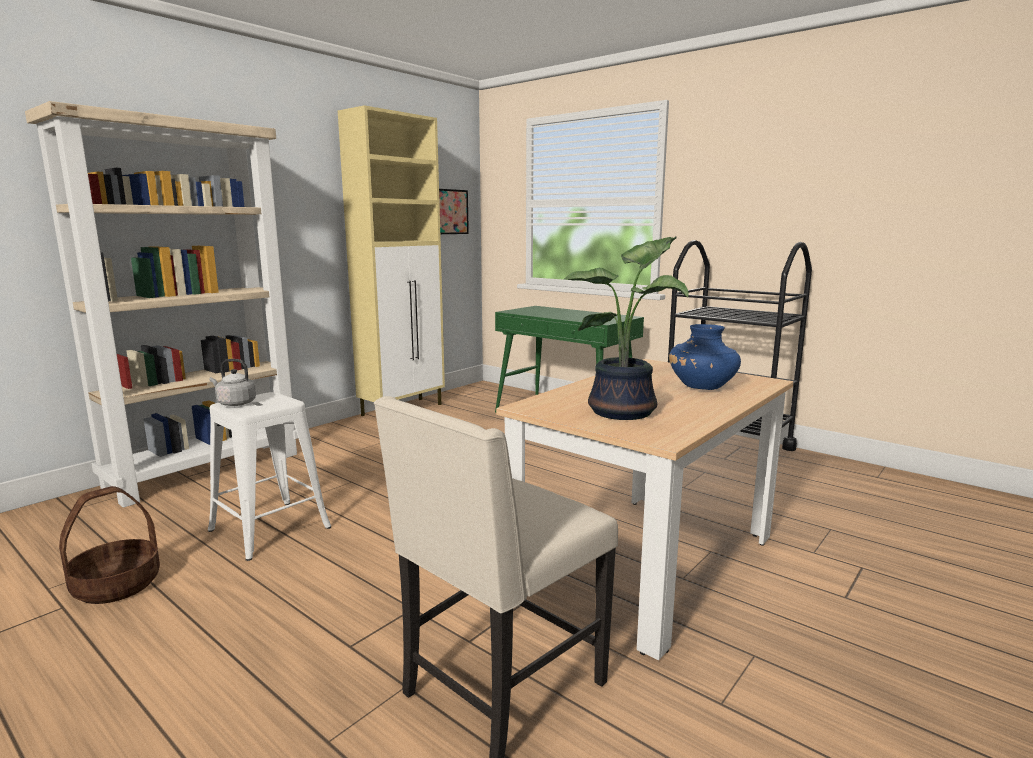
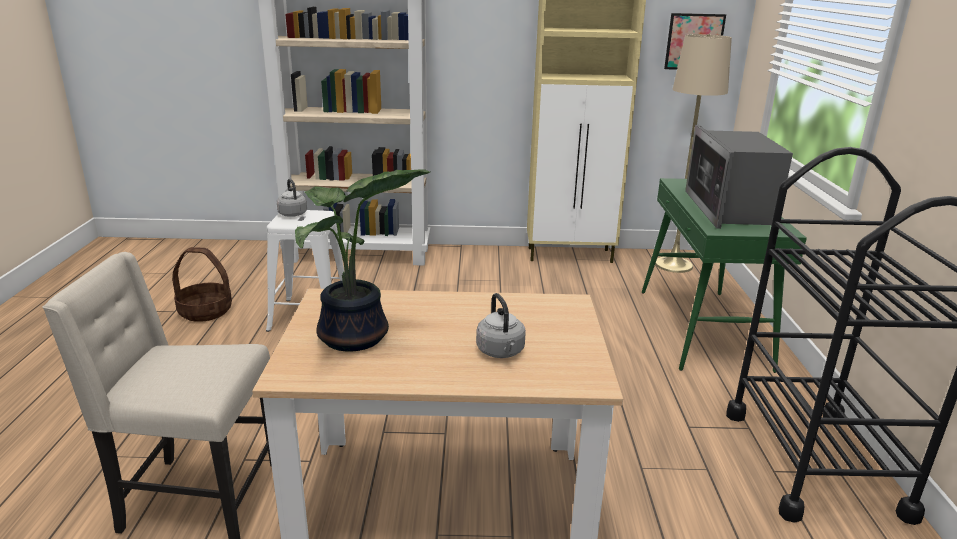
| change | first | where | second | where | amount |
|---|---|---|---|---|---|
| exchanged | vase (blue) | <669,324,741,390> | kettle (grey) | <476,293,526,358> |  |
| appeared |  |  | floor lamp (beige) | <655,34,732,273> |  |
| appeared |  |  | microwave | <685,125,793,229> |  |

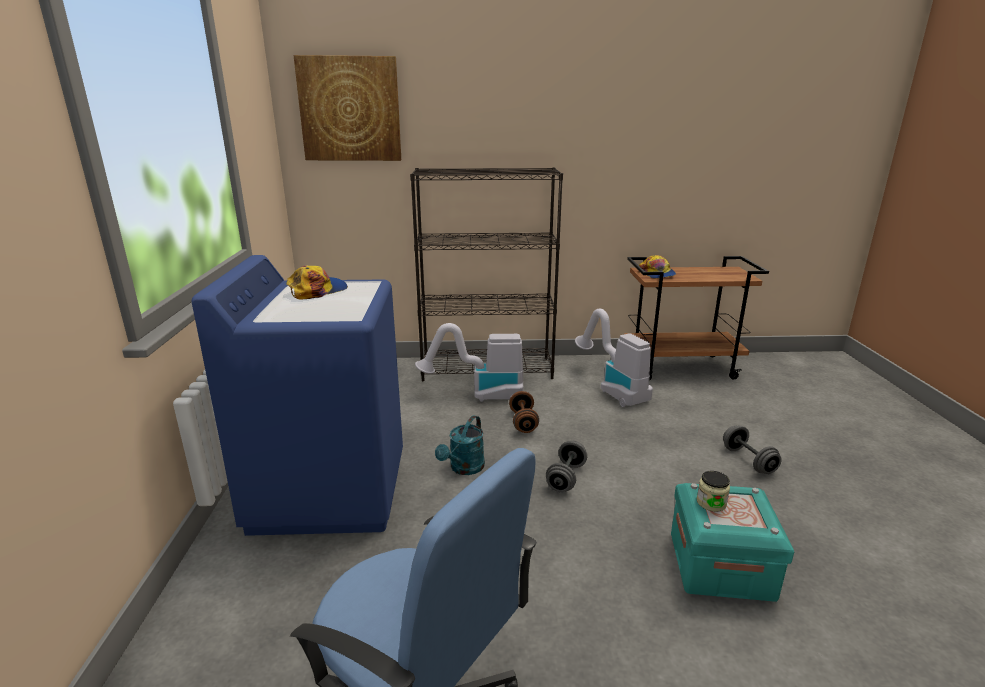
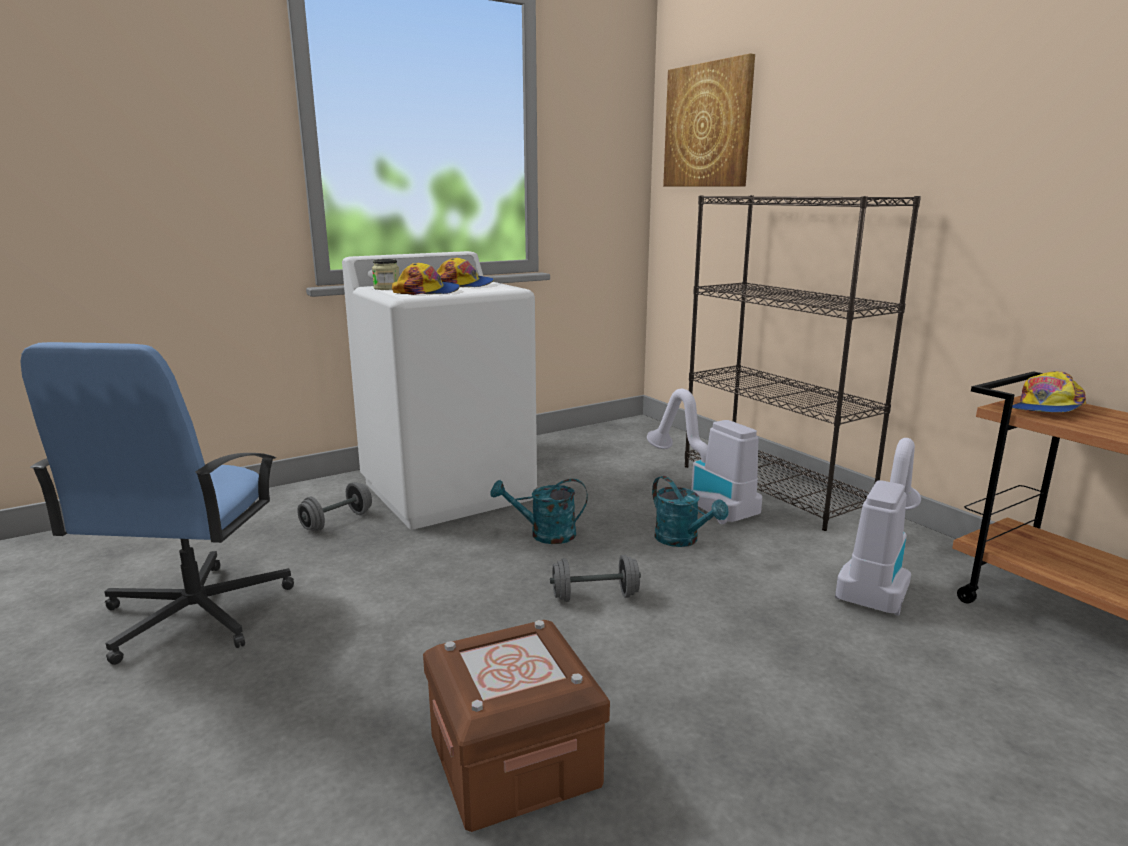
| change | first | where | second | where | amount |
|---|---|---|---|---|---|
| colour | washing machine (blue) | <192,255,403,536> | washing machine (white) | <342,251,537,530> |  |
| exchanged | dumbbell (brown) | <509,391,539,433> | watering can (turquoise) | <652,476,728,547> |  |
| relocated | dumbbell (grey) | <723,425,782,474> |  | <297,482,372,531> |  |
| relocated | jar | <697,471,730,512> |  | <372,259,399,290> |  |
| colour | storage box (turquoise) | <671,483,794,602> | storage box (brown) | <423,620,610,832> |  |
| appeared |  |  | cap | <392,263,460,295> |  |

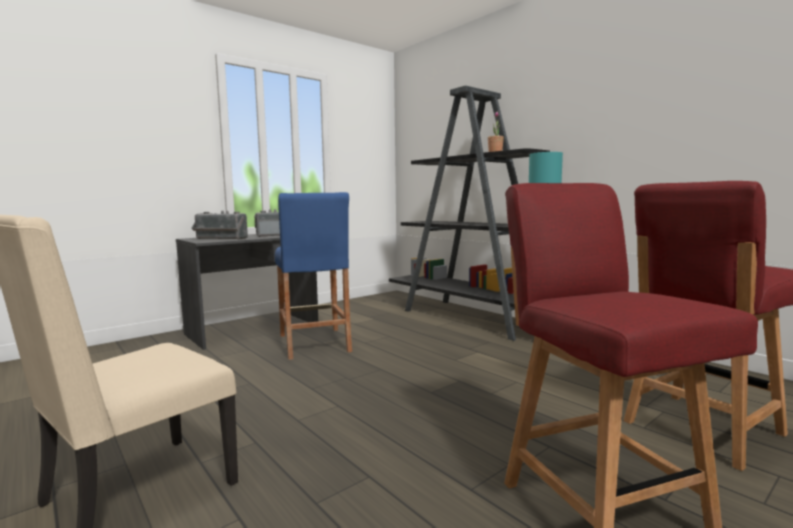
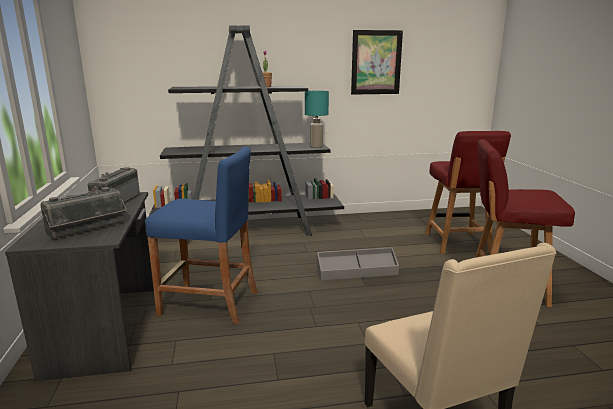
| change | first | where | second | where | amount |
|---|---|---|---|---|---|
| appeared |  |  | picture | <351,30,403,95> |  |
| appeared |  |  | storage box (grey) | <317,247,399,281> |  |

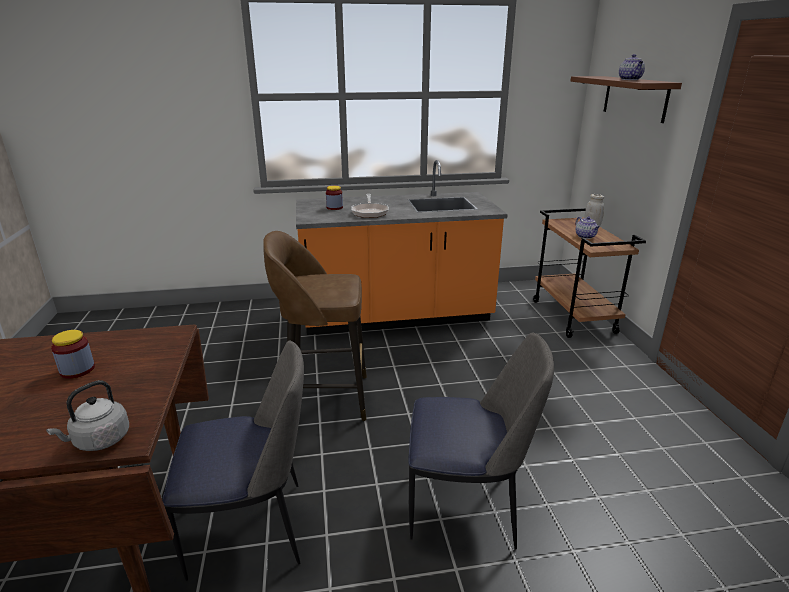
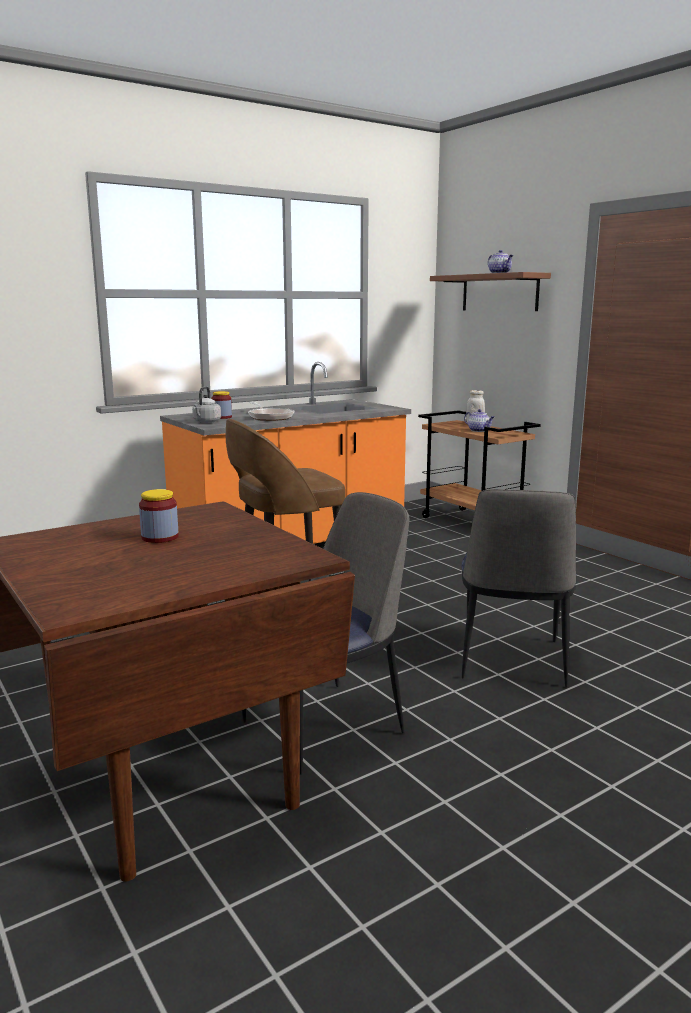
| change | first | where | second | where | amount |
|---|---|---|---|---|---|
| spun | chair | <408,333,554,550> |  | <461,489,576,687> | 120 degrees clockwise |
| relocated | kettle (grey) | <46,380,129,451> |  | <192,386,221,423> |  |

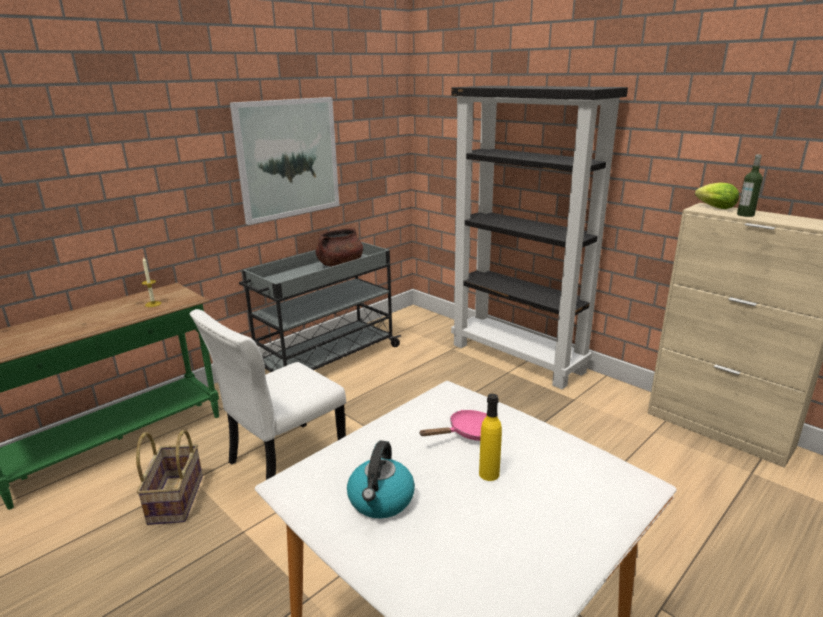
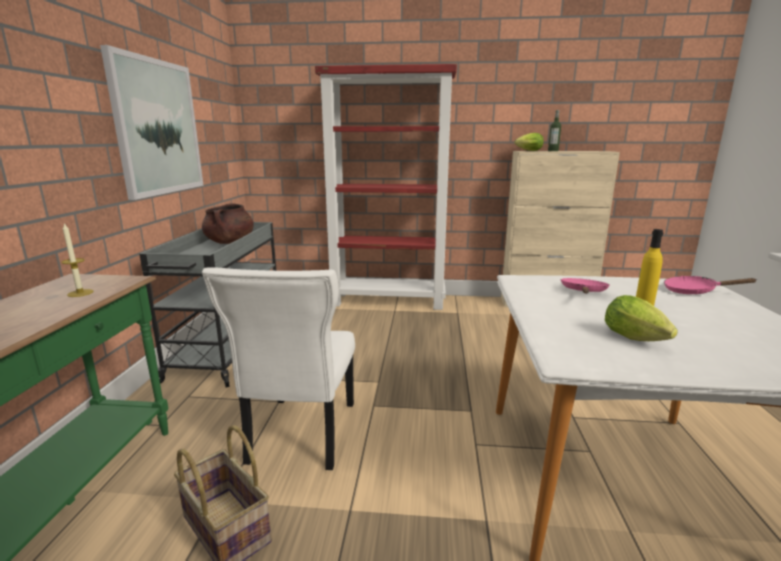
| change | first | where | second | where | amount |
|---|---|---|---|---|---|
| colour | bookcase (black) | <451,86,628,389> | bookcase (red) | <315,64,457,310> |  |
| exchanged | kettle | <347,440,415,519> | lettuce | <605,295,678,341> |  |
| appeared |  |  | frying pan (pink) | <664,276,756,294> |  |

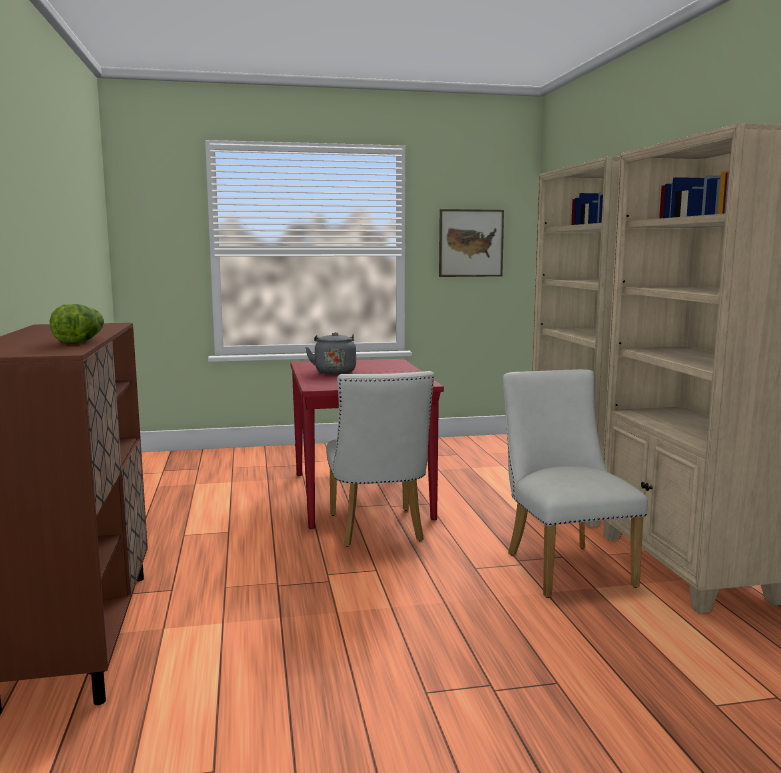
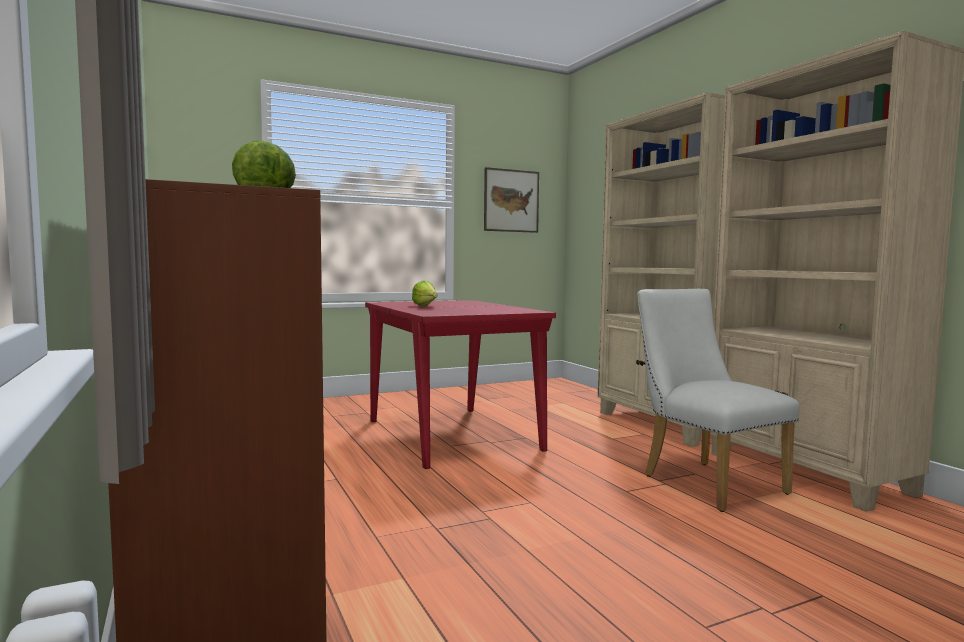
| change | first | where | second | where | amount |
|---|---|---|---|---|---|
| exchanged | kettle (grey) | <305,332,356,374> | lettuce | <412,280,437,306> |  |
| missing | chair (white) | <326,371,434,547> |  |  |  |

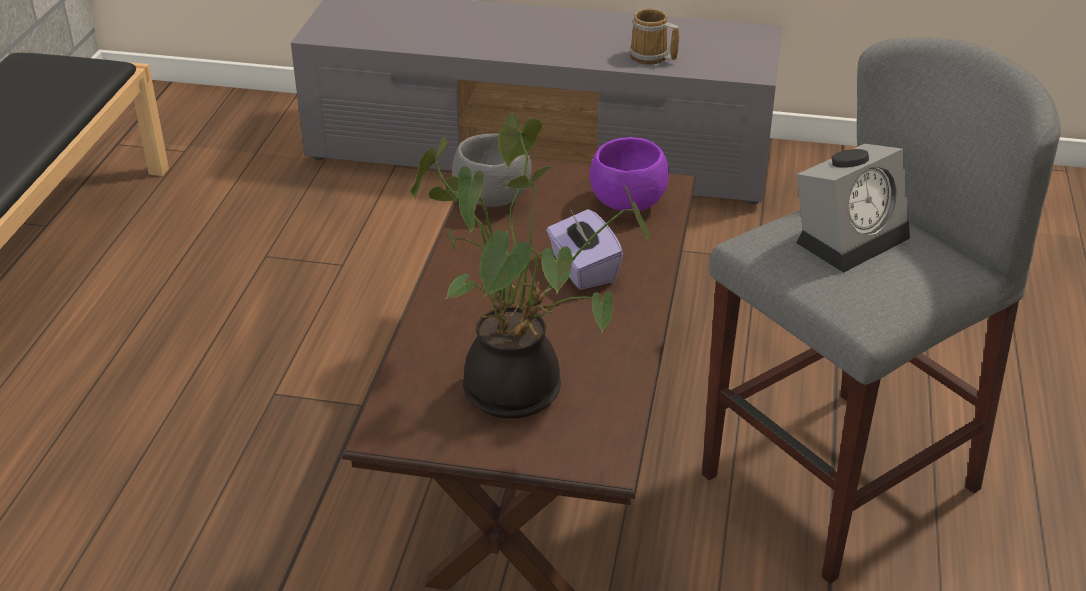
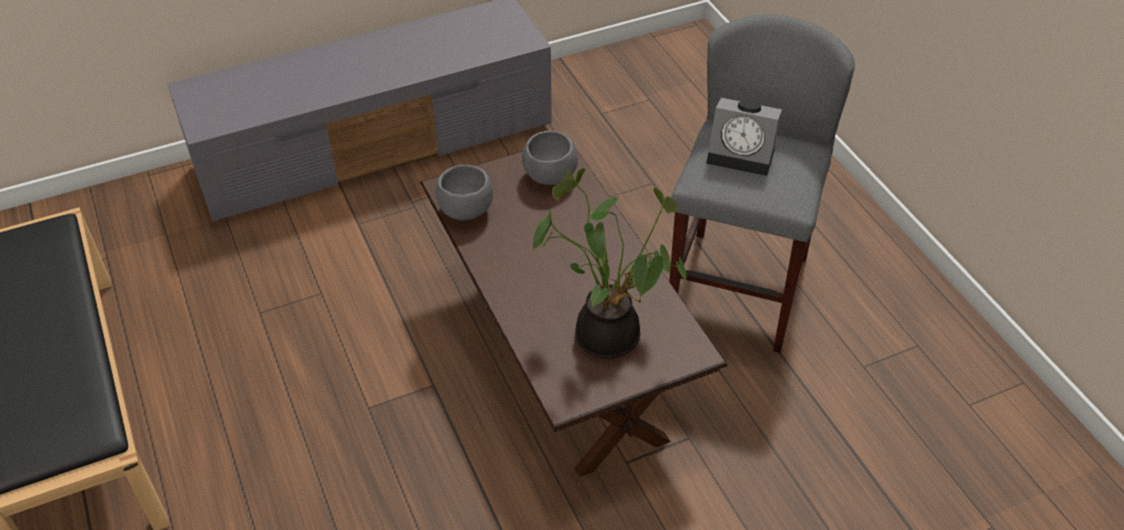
| change | first | where | second | where | amount |
|---|---|---|---|---|---|
| missing | mug | <630,9,679,65> |  |  |  |
| colour | bowl (purple) | <590,137,669,212> | bowl (grey) | <522,131,578,185> |  |
| spun | alarm clock | <797,144,910,273> |  | <707,98,782,176> | 90 degrees clockwise |
| missing | tissue box (purple) | <546,209,623,290> |  |  |  |

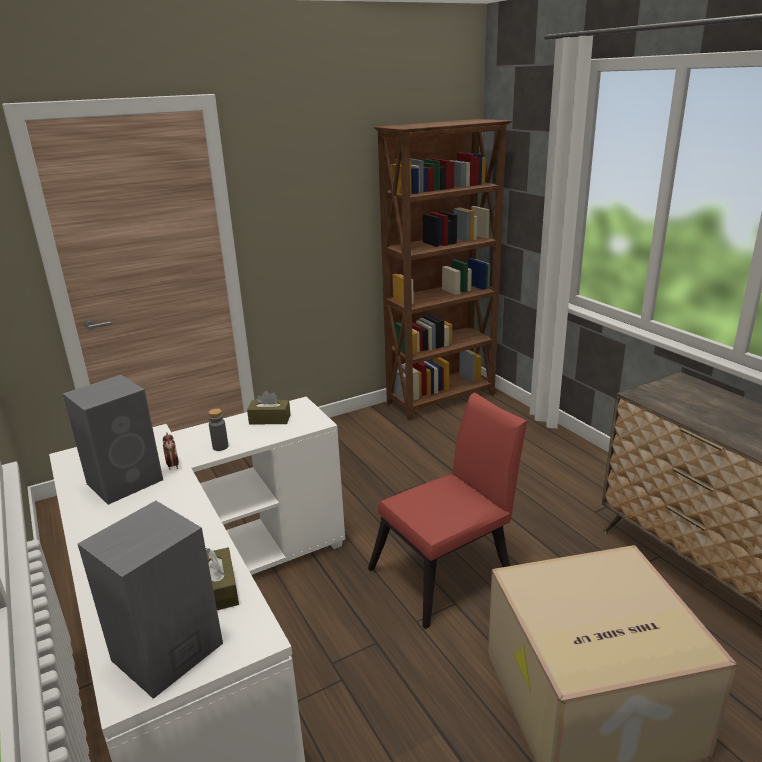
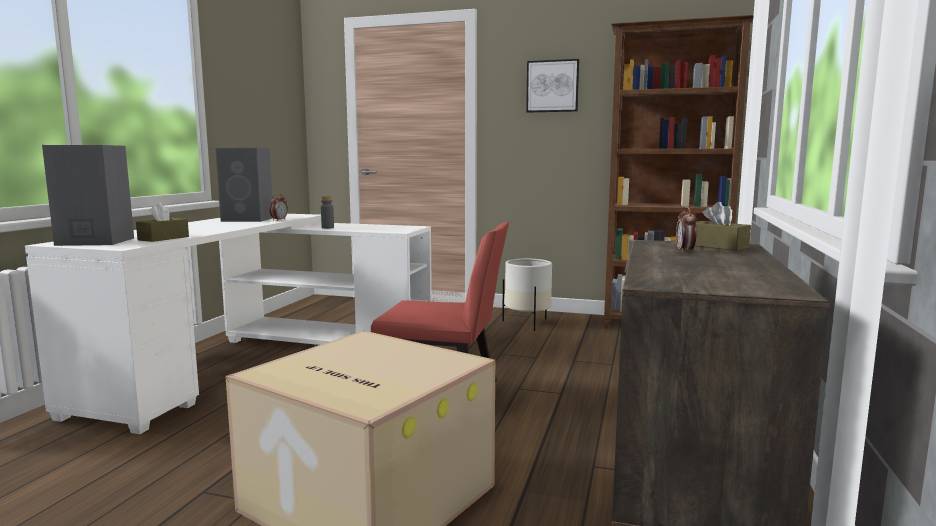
| change | first | where | second | where | amount |
|---|---|---|---|---|---|
| relocated | tissue box (brown) | <247,391,291,424> |  | <695,202,751,251> |  |
| appeared |  |  | picture | <526,59,579,113> |  |
| appeared |  |  | alarm clock | <676,207,697,253> |  |
| appeared |  |  | planter (white) | <502,259,552,331> |  |

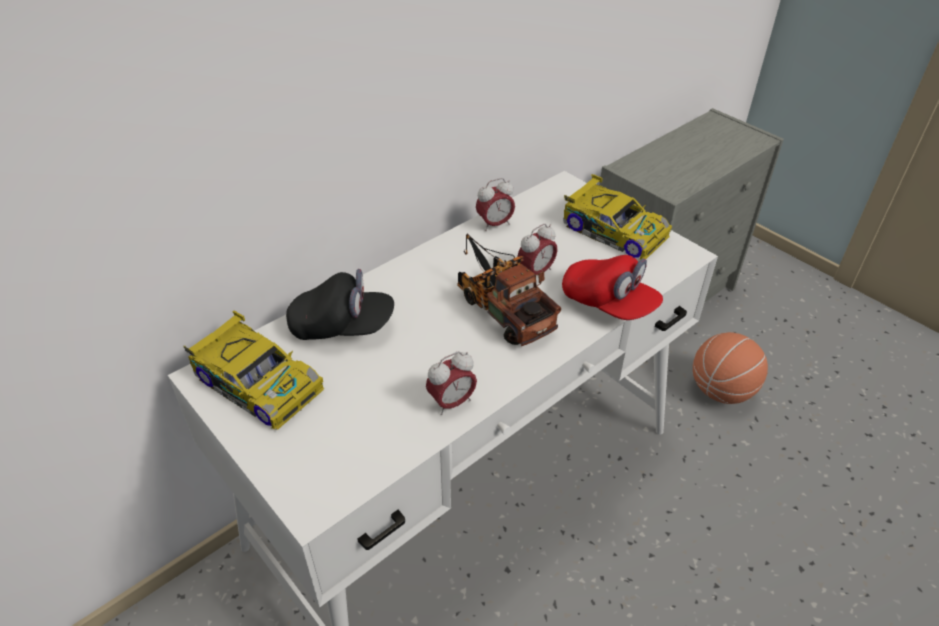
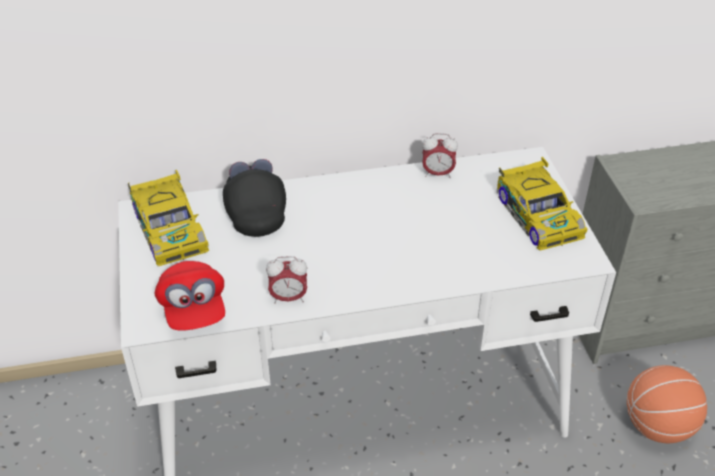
| change | first | where | second | where | amount |
|---|---|---|---|---|---|
| missing | alarm clock | <517,224,557,274> |  |  |  |
| missing | toy truck | <457,234,561,346> |  |  |  |
| relocated | cap (red) | <562,255,663,320> |  | <155,261,225,331> |  |
| spun | cap (black) | <286,269,394,340> |  | <223,159,286,237> | 135 degrees counterclockwise |

